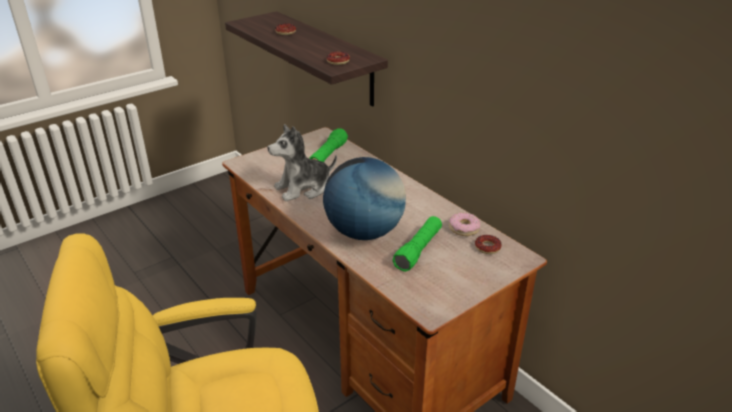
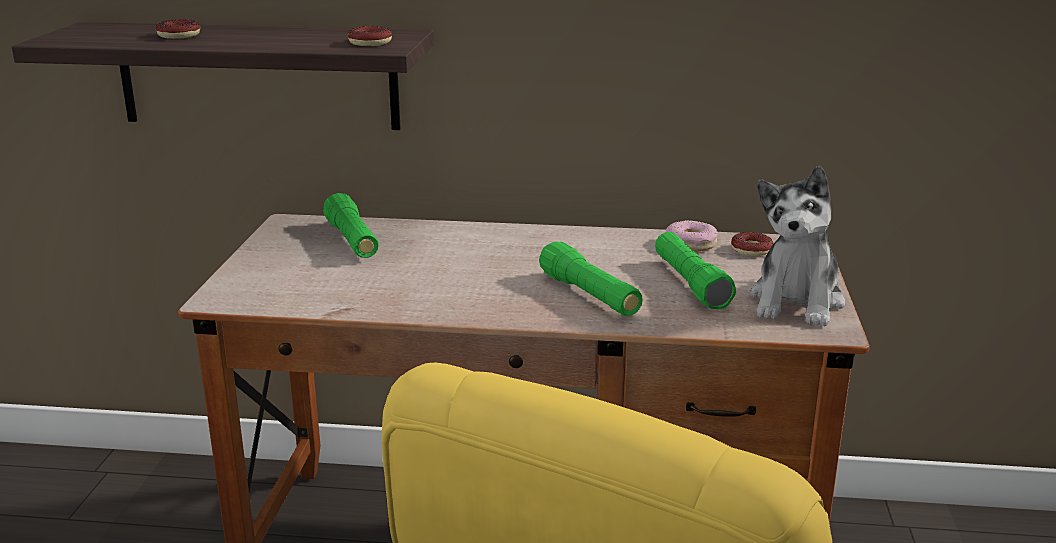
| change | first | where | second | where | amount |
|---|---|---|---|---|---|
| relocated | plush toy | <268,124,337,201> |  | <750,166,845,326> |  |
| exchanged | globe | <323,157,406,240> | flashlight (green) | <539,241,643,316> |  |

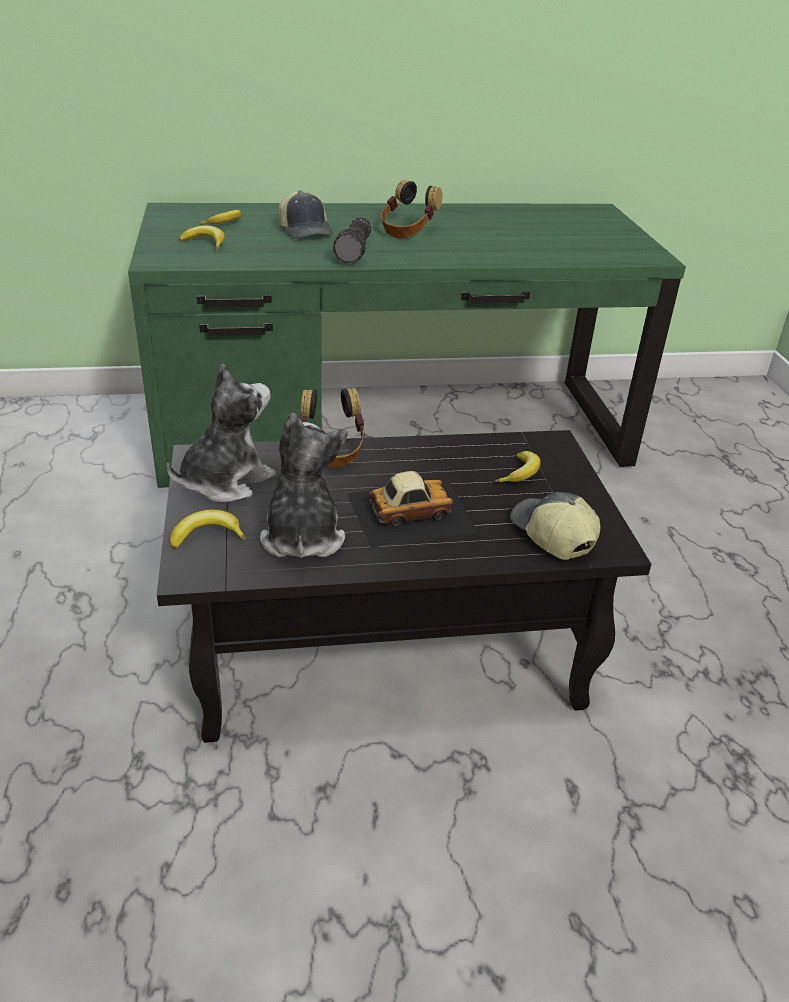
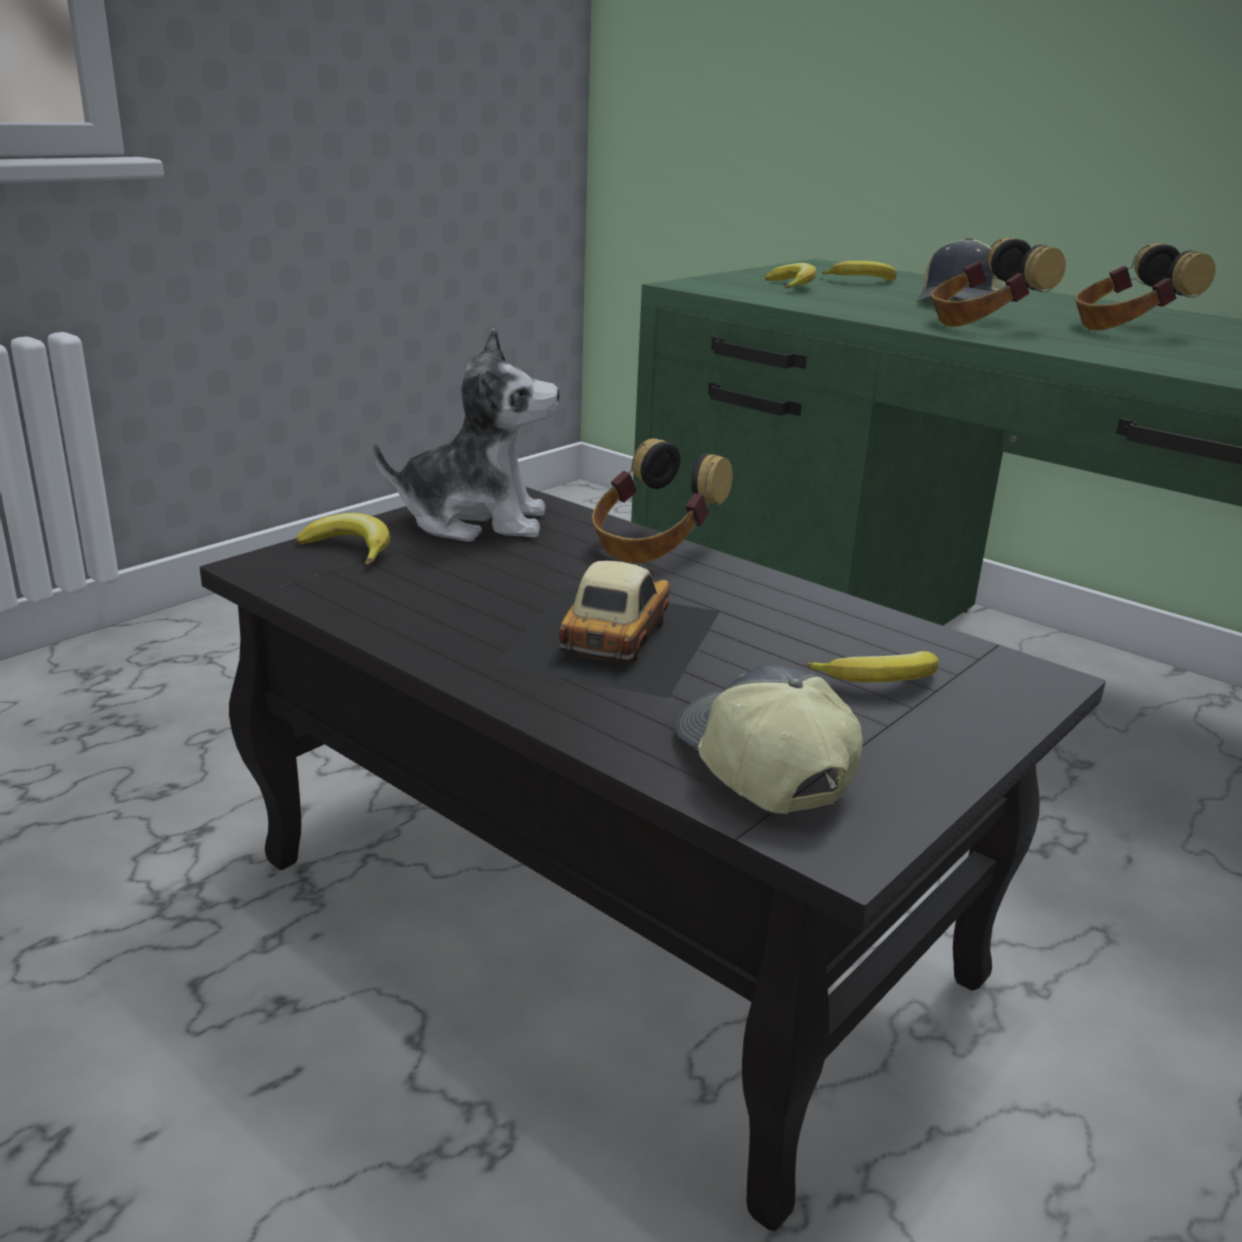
| change | first | where | second | where | amount |
|---|---|---|---|---|---|
| exchanged | flashlight | <333,217,371,264> | headphones | <931,238,1066,327> |  |
| missing | plush toy | <260,413,347,558> |  |  |  |
| spun | toy car | <347,471,479,548> |  | <494,560,720,698> | 105 degrees counterclockwise |
| spun | cap | <510,492,600,560> |  | <675,665,863,814> | 45 degrees counterclockwise |

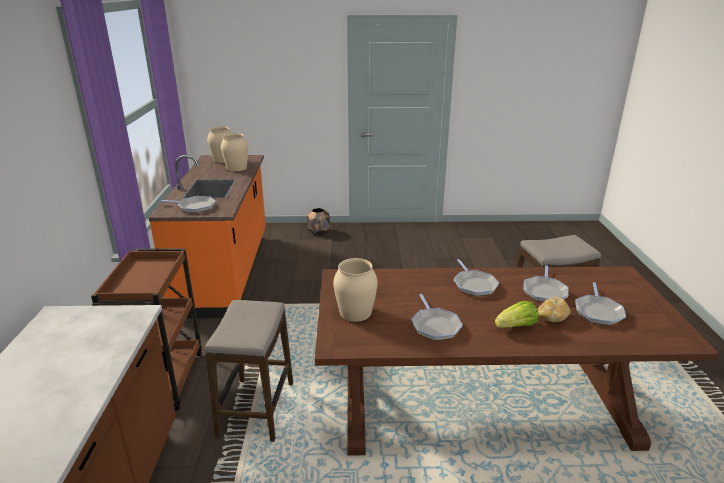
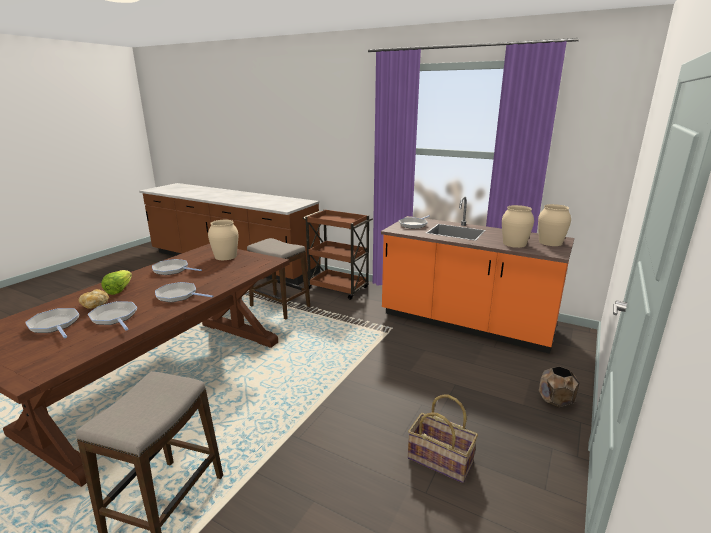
| change | first | where | second | where | amount |
|---|---|---|---|---|---|
| appeared |  |  | basket | <408,395,478,483> |  |

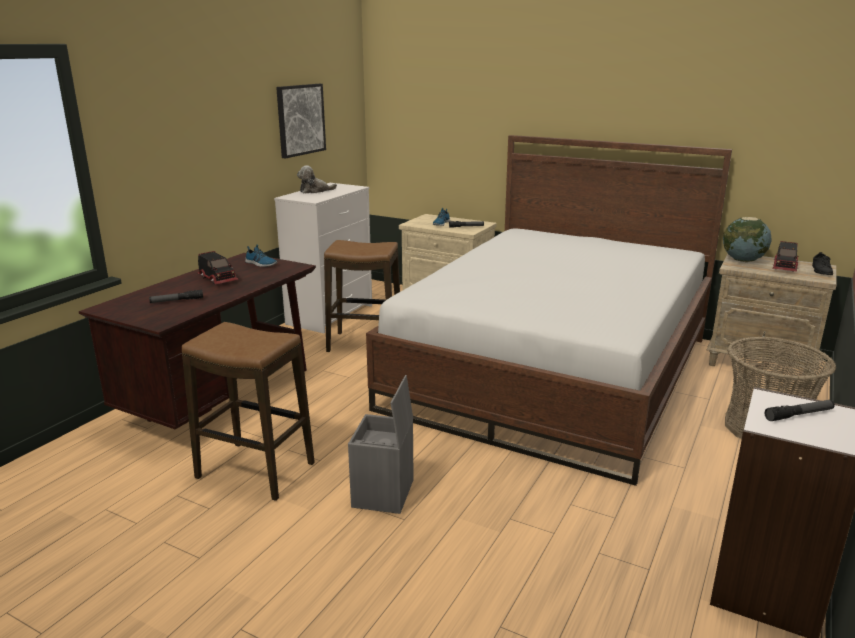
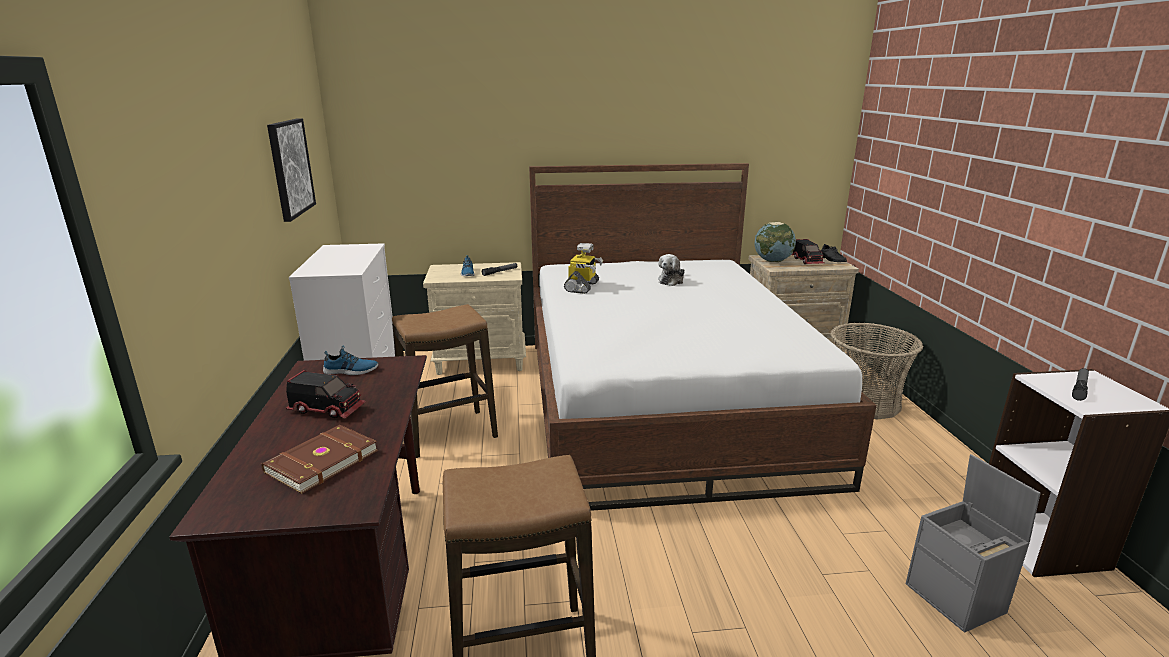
| change | first | where | second | where | amount |
|---|---|---|---|---|---|
| relocated | plush toy | <297,165,337,194> |  | <658,254,685,286> |  |
| exchanged | flashlight | <149,289,203,303> | book (brown) | <261,425,378,494> |  |
| relocated | storage box (grey) | <348,375,414,514> |  | <906,454,1040,633> |  |
| appeared |  |  | toy robot | <564,243,603,294> |  |

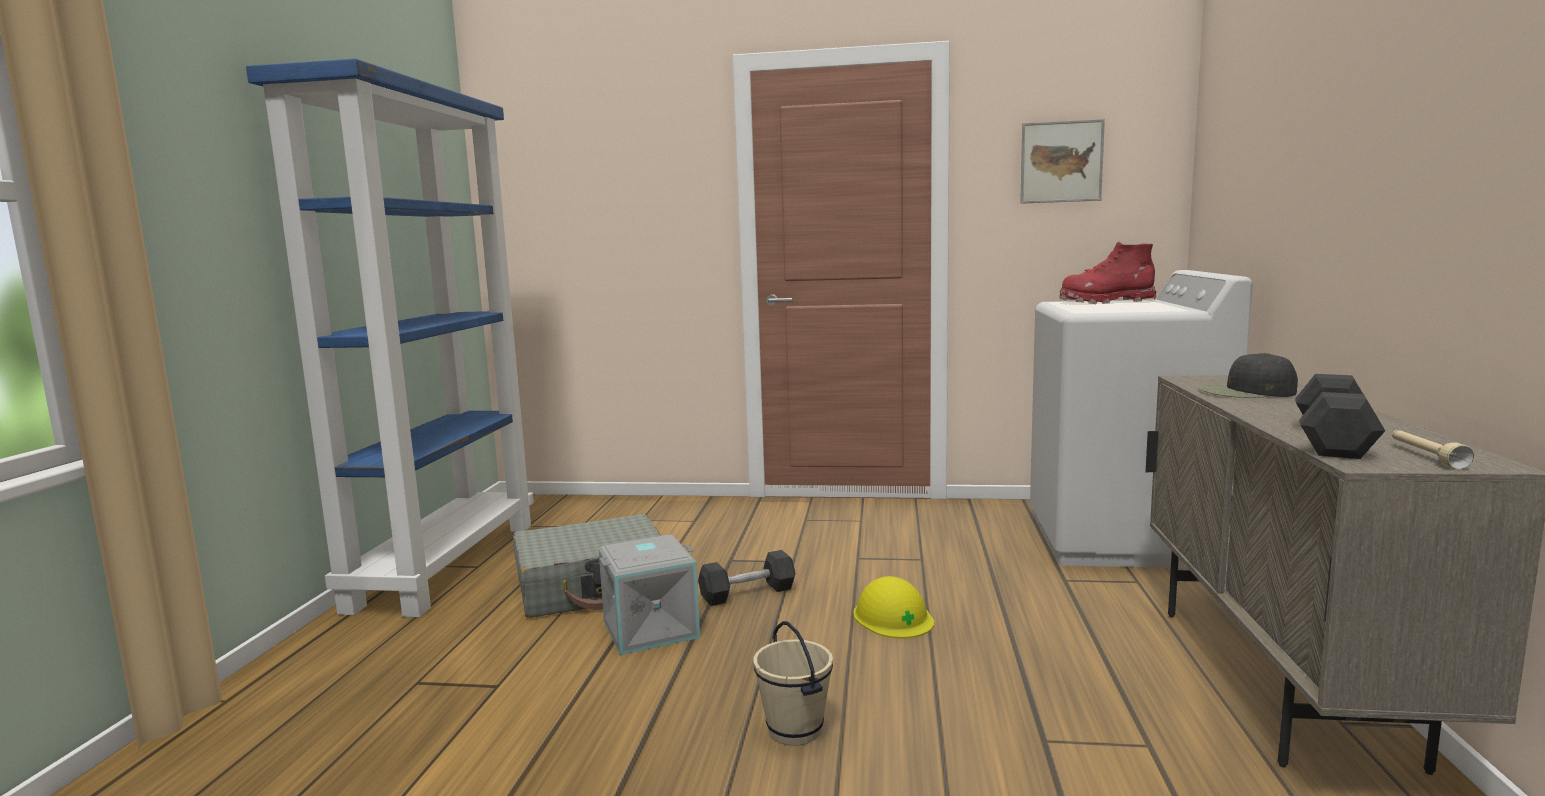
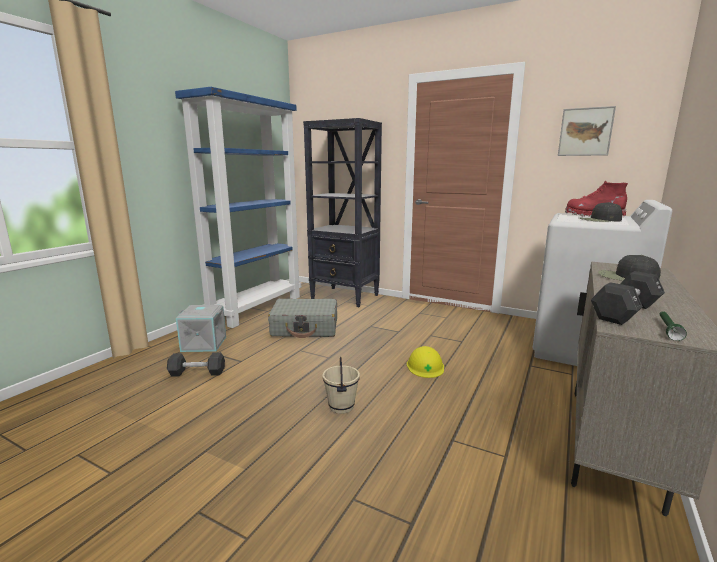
| change | first | where | second | where | amount |
|---|---|---|---|---|---|
| colour | flashlight (beige) | <1392,430,1474,469> | flashlight (green) | <659,311,687,341> |  |
| relocated | storage box (grey) | <599,535,700,655> |  | <176,305,226,352> |  |
| relocated | dumbbell (black) | <698,550,796,606> |  | <167,352,225,377> |  |
| appeared |  |  | bookcase (black) | <303,118,382,307> |  |
| appeared |  |  | cap (black) | <579,202,622,222> |  |

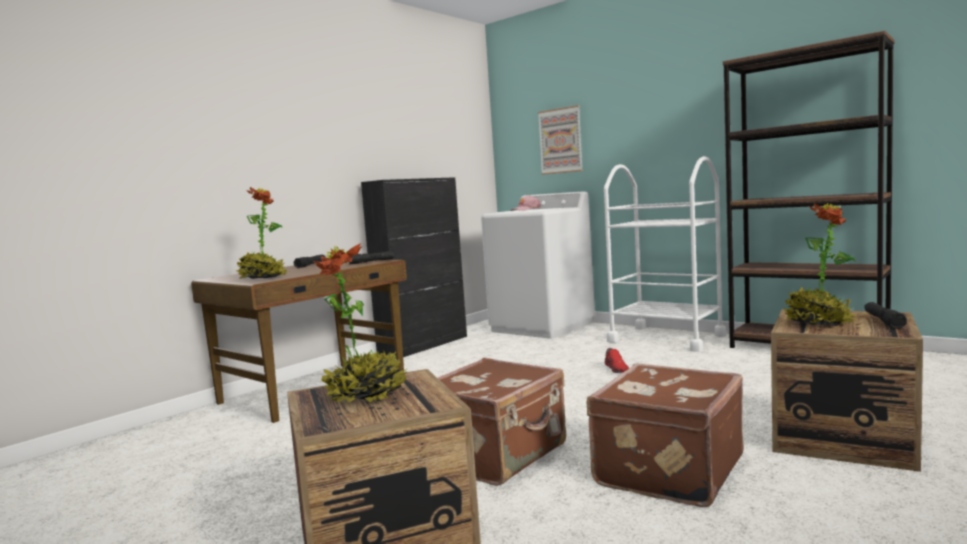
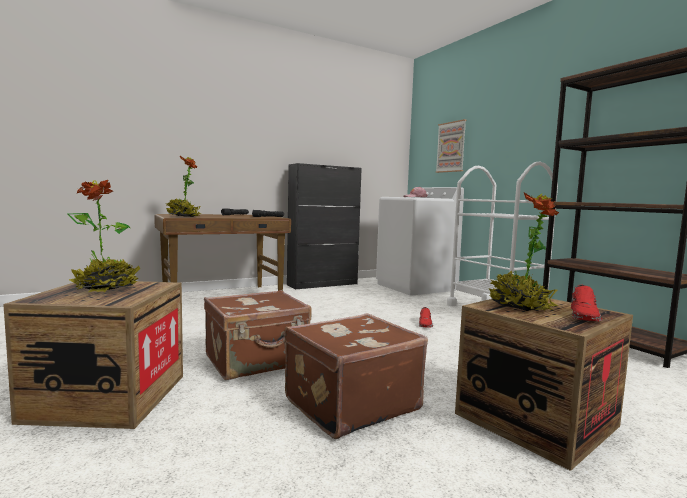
| change | first | where | second | where | amount |
|---|---|---|---|---|---|
| exchanged | flashlight (black) | <864,302,907,329> | shoe (red) | <571,285,602,321> |  |

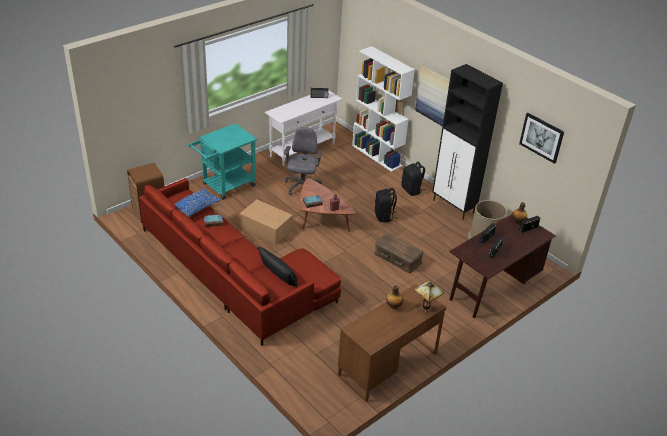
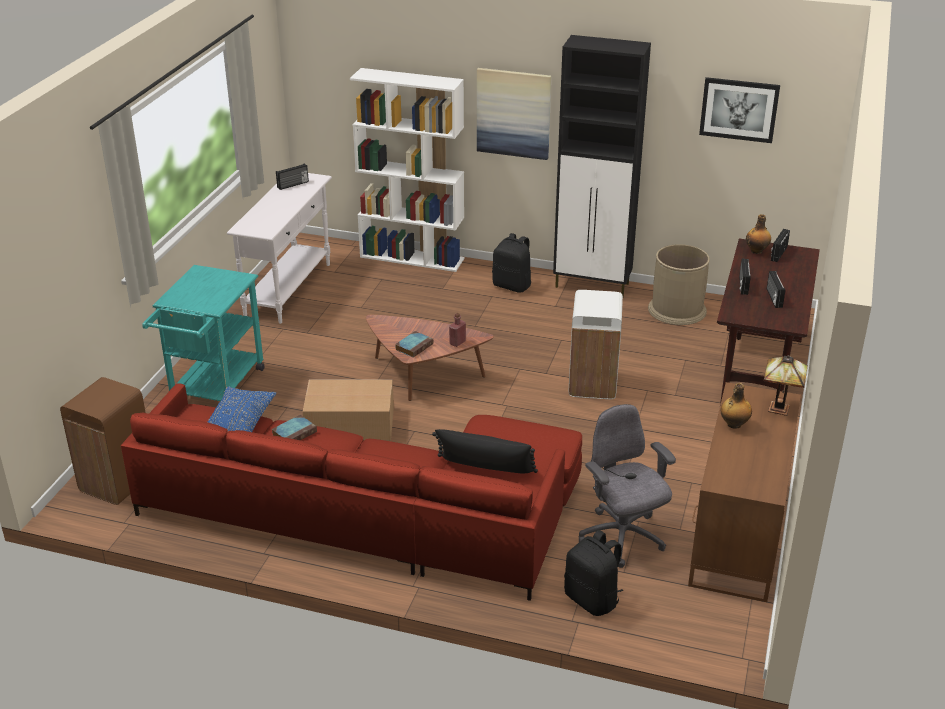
| change | first | where | second | where | amount |
|---|---|---|---|---|---|
| relocated | office chair (grey) | <284,127,323,195> |  | <578,404,676,568> |  |
| relocated | backpack (black) | <375,188,398,222> |  | <564,530,623,616> |  |
| exchanged | storage box (brown) | <374,233,424,273> | trash can (white) | <569,290,623,399> |  |

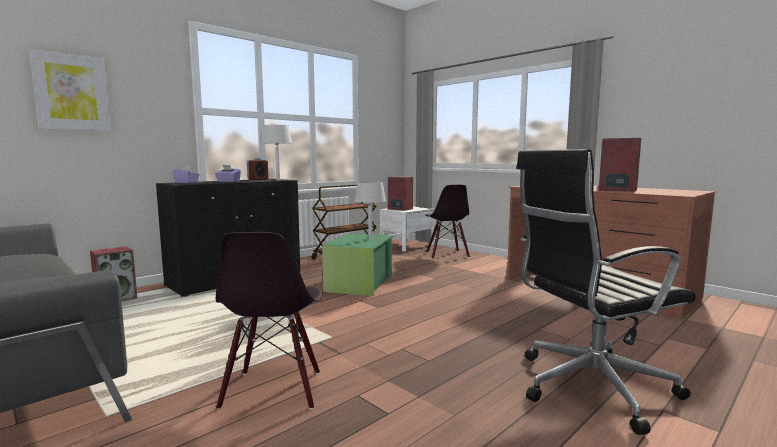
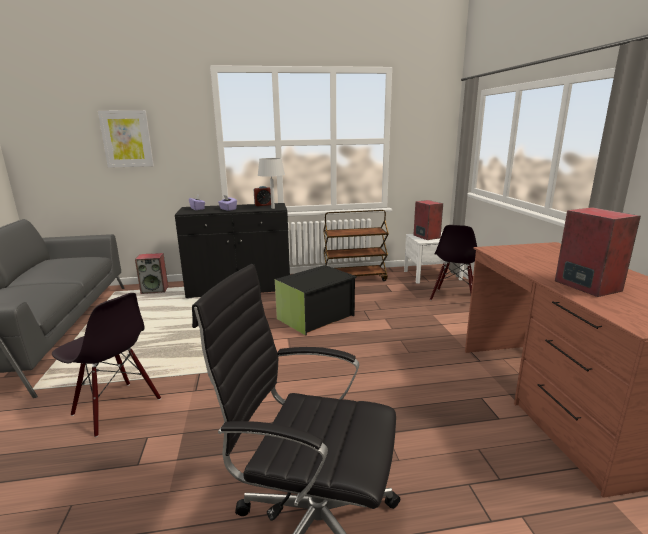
| change | first | where | second | where | amount |
|---|---|---|---|---|---|
| missing | table lamp (grey) | <354,182,386,240> |  |  |  |
| spun | chair (black) | <216,232,323,410> |  | <52,293,161,437> | 90 degrees counterclockwise |
| colour | storage box (green) | <322,233,393,296> | storage box (black) | <275,265,357,336> |  |

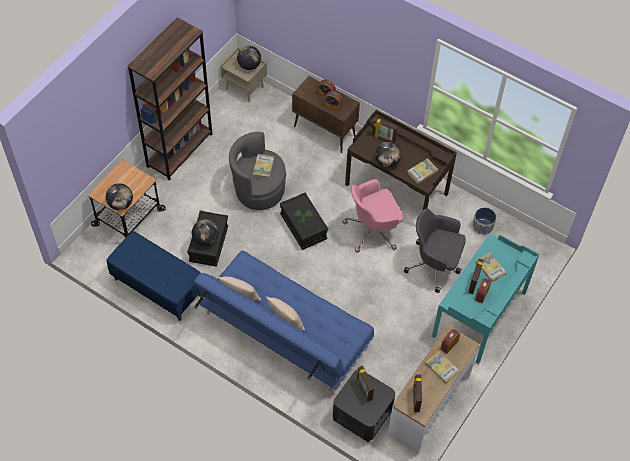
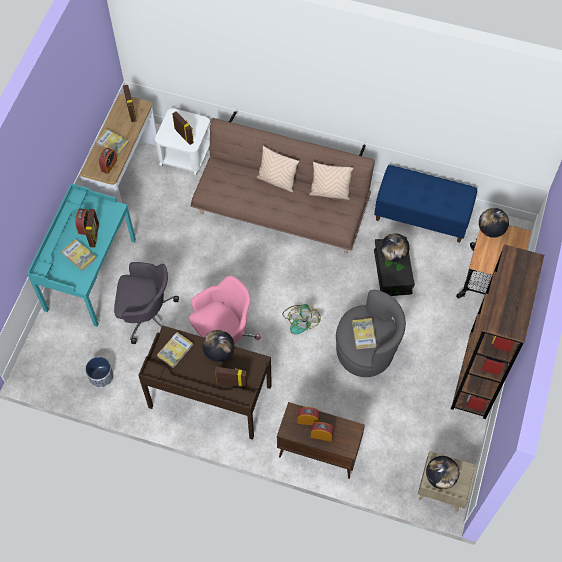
| change | first | where | second | where | amount |
|---|---|---|---|---|---|
| exchanged | storage box (black) | <280,192,328,250> | fan | <282,304,321,334> |  |
| colour | sofa (blue) | <194,250,374,391> | sofa (brown) | <190,111,375,254> |  |
| colour | side table (black) | <333,370,395,442> | side table (white) | <155,108,210,175> |  |

